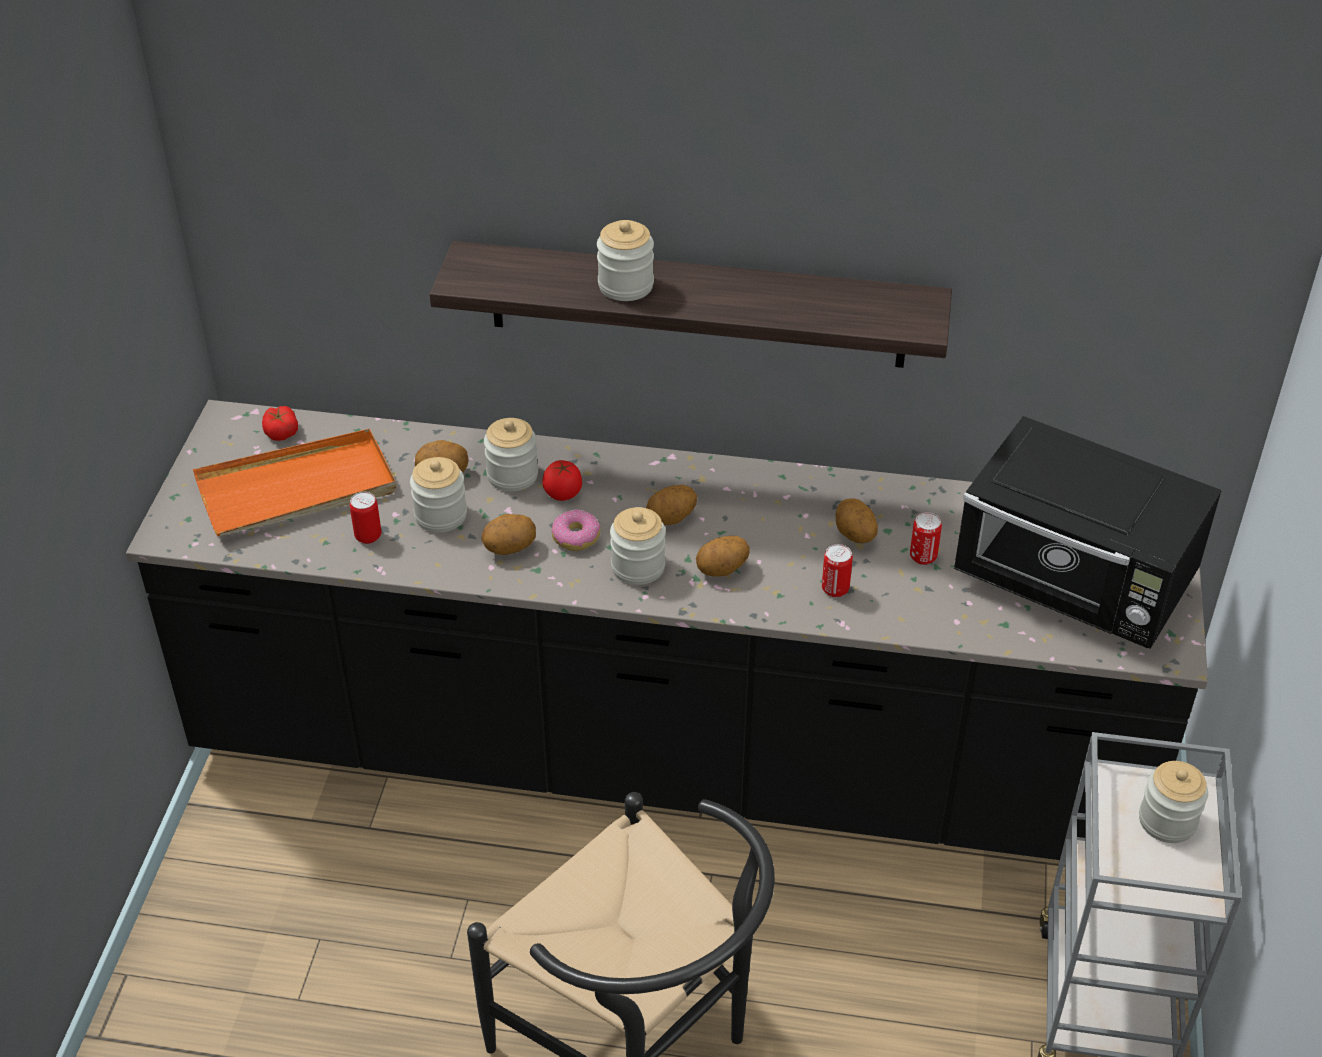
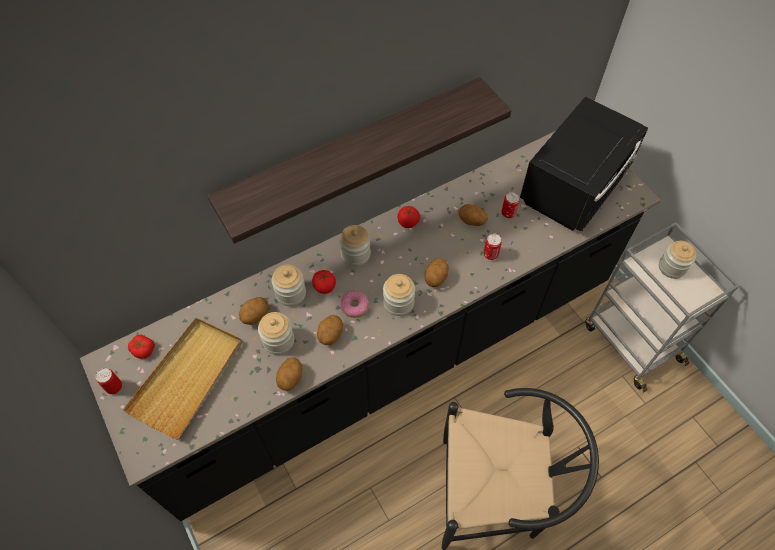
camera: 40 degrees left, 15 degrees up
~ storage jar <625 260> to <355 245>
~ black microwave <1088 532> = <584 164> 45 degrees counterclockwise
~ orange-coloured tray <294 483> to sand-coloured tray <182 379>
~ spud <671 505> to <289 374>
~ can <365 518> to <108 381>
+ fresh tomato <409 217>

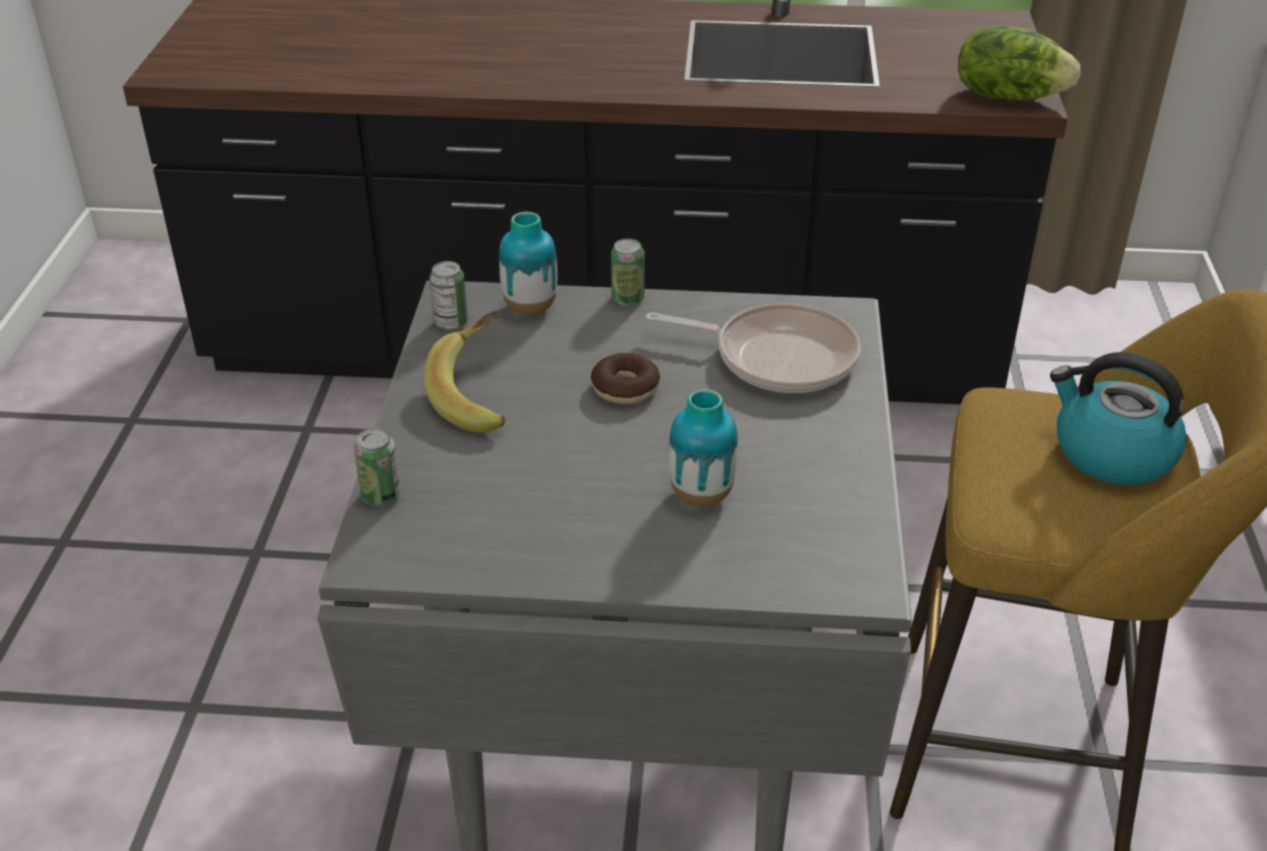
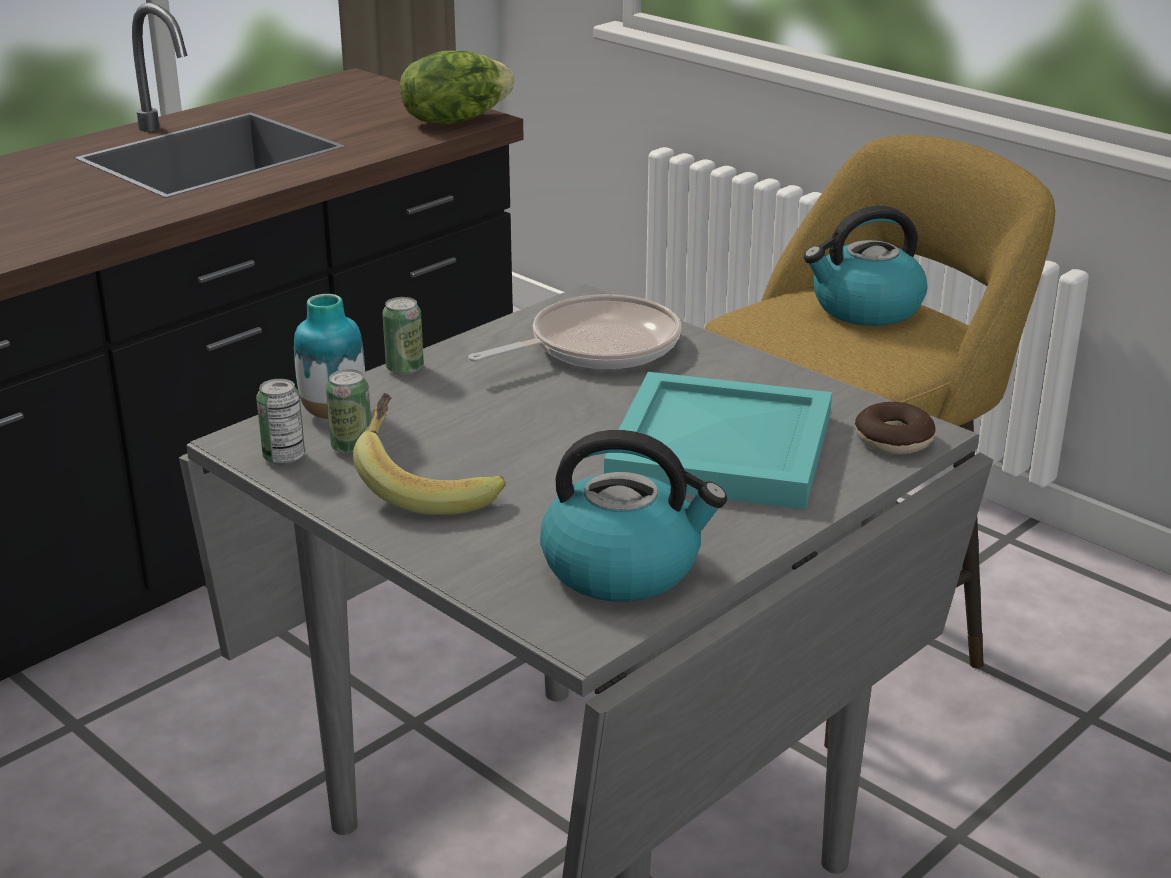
camera: 50 degrees left, 10 degrees down
~ donut <625 378> to <895 428>
~ vase <703 447> to turquoise tray <718 441>
~ can <377 467> to <348 412>
+ water kettle <633 516>

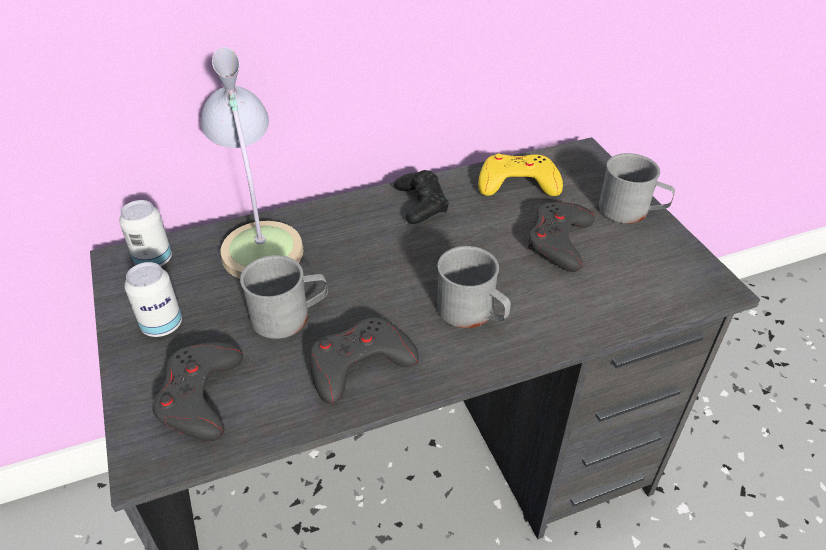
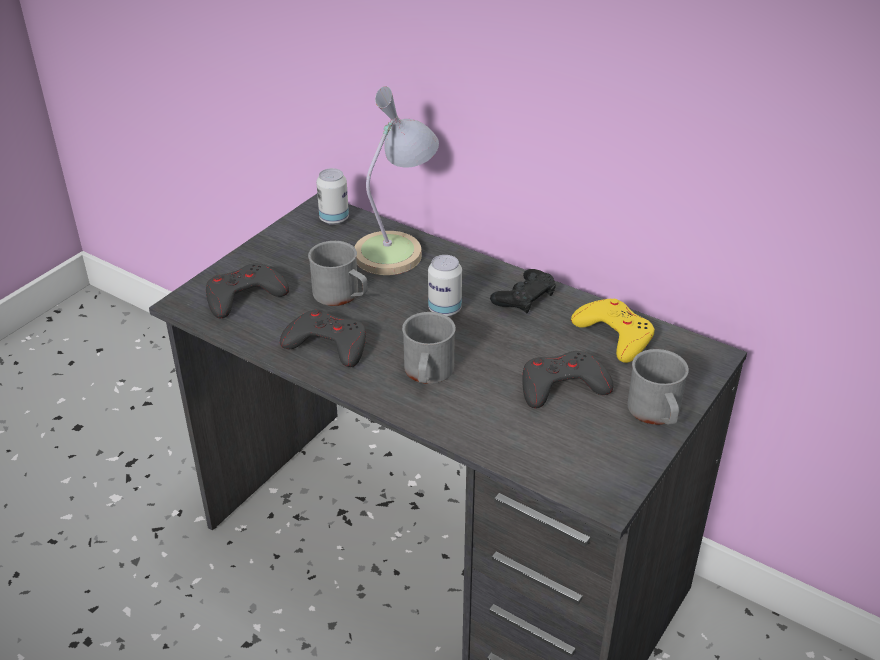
camera: 55 degrees right, 5 degrees down
~ can <153 299> to <445 286>

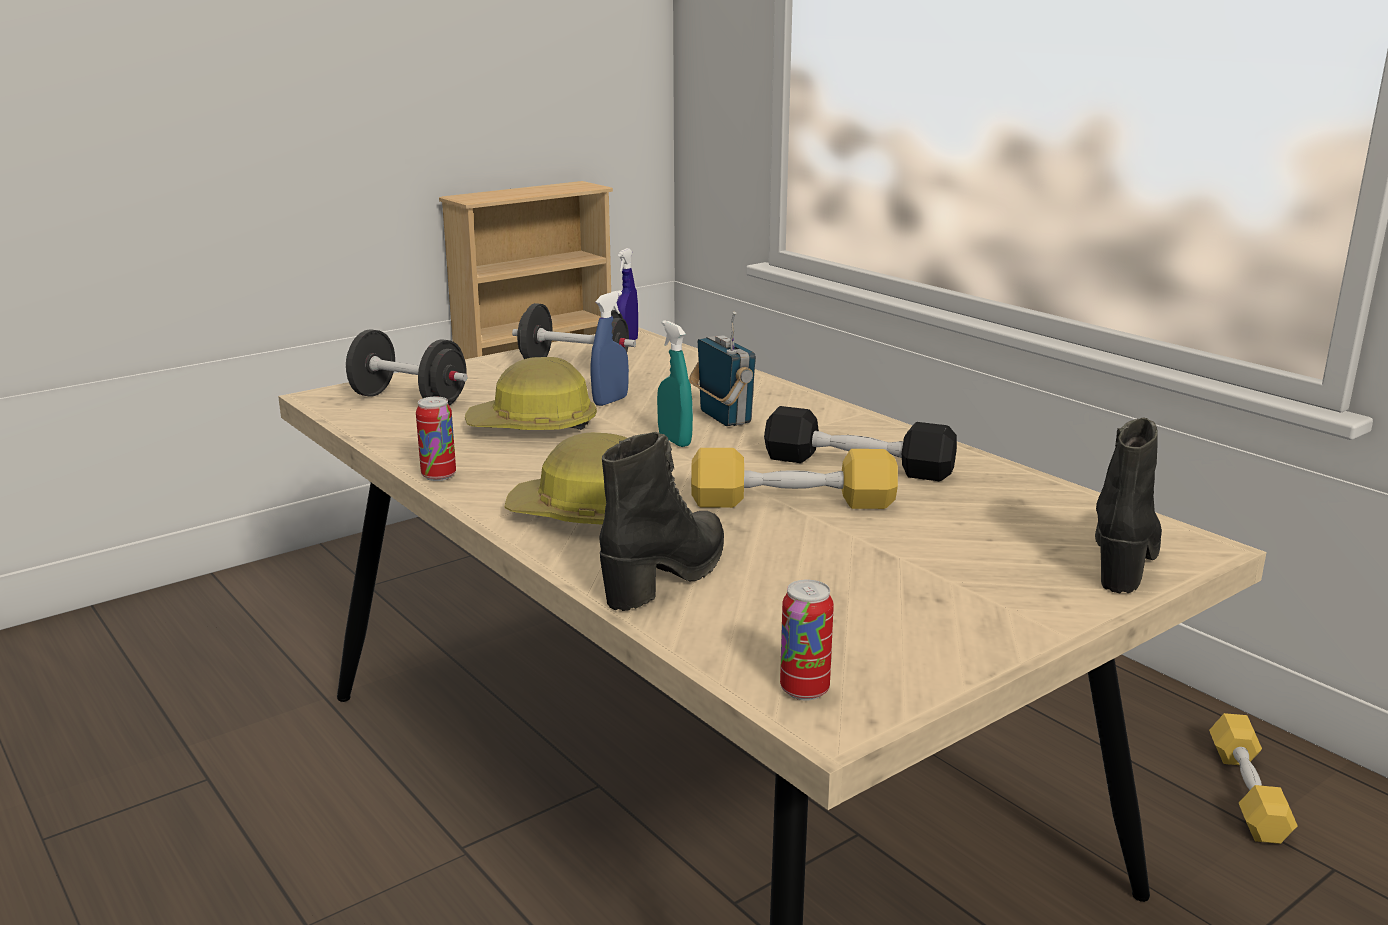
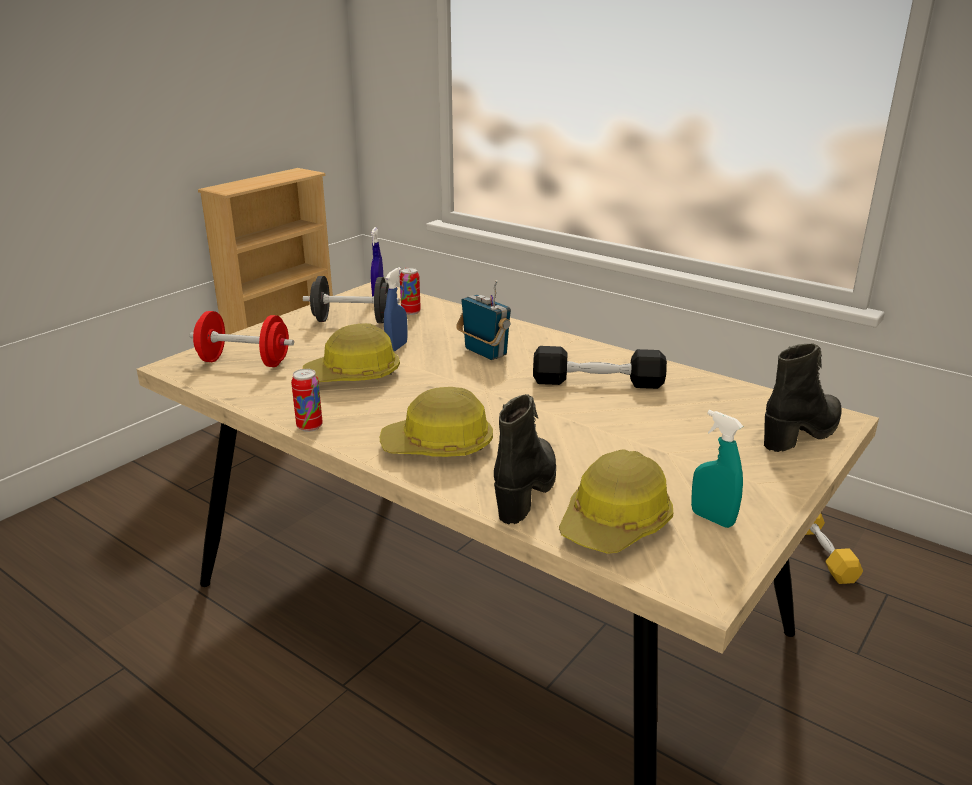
camera: 15 degrees left, 5 degrees up
~ turquoise spray bottle <675 383> to <717 469>
~ black free weight <407 367> to red free weight <242 339>
~ black boot <1128 505> = <803 397> 45 degrees clockwise
- yellow-coloured free weight <794 478>
~ can <807 640> to <410 291>
+ hard hat <616 501>

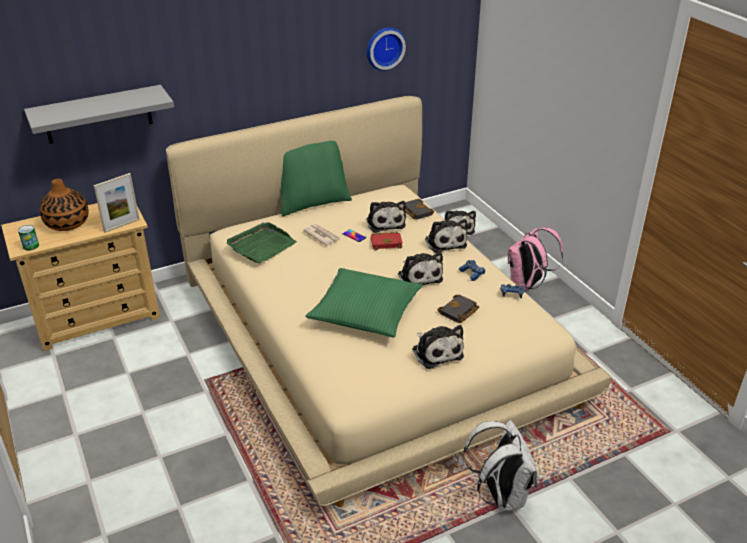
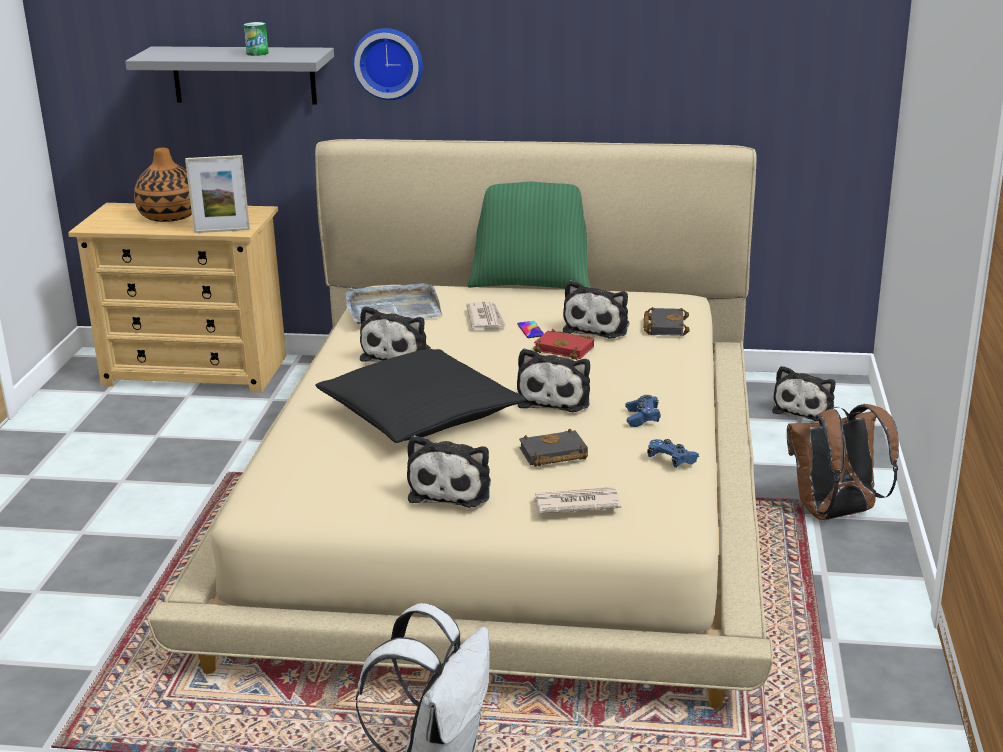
camera: 35 degrees right, 10 degrees down
~ clock on the wall <386 49> to <387 64>
~ soft toy <446 236> to <395 334>
~ green-coloured tray <262 243> to gray tray <394 303>
~ can <28 238> to <256 39>
~ pink-coloured backpack <535 259> to brownish backpack <843 462>
~ green-coloured cushion <363 302> to black cushion <421 396>
+ newspaper <576 500>

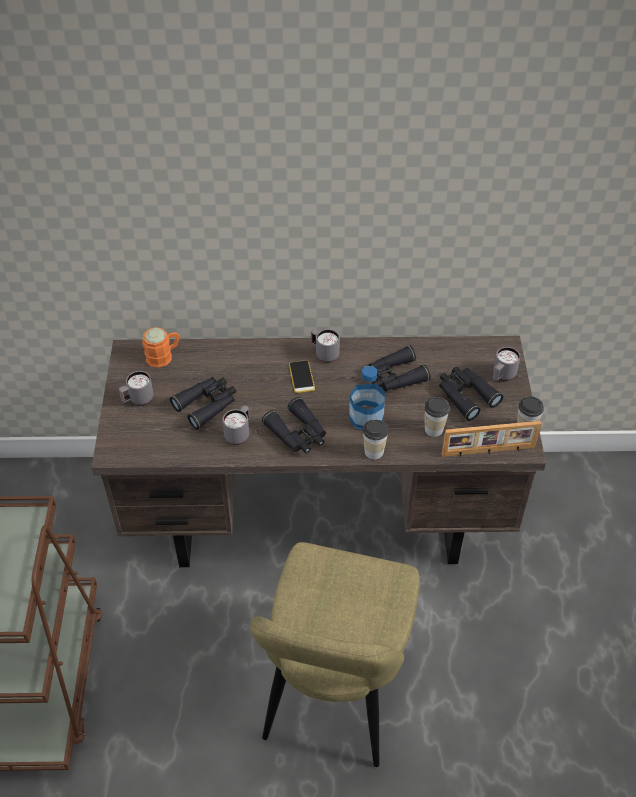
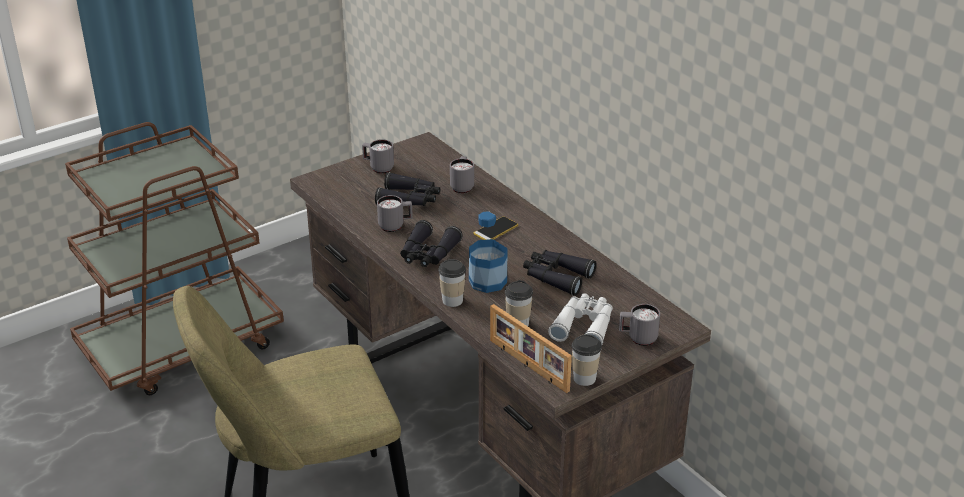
camera: 55 degrees right, 15 degrees down
- orange-coloured tea mug <161 347>
~ gray tea mug <325 346> to <462 174>
~ black field glasses <471 393> to whitish field glasses <580 319>

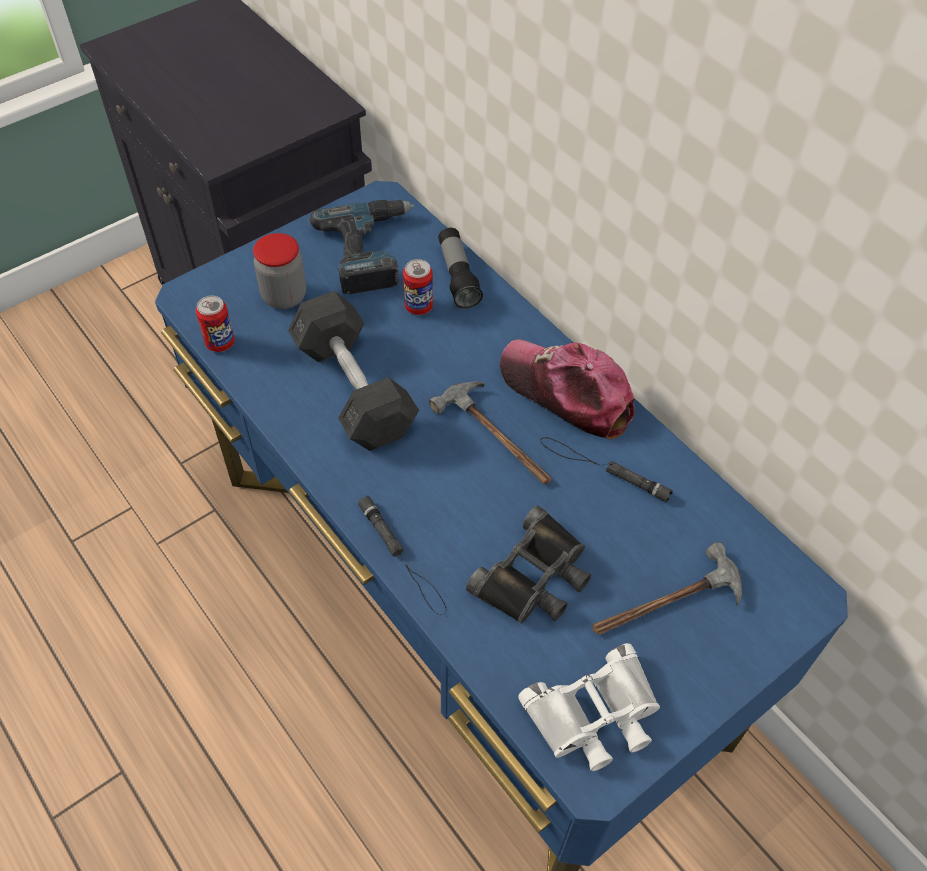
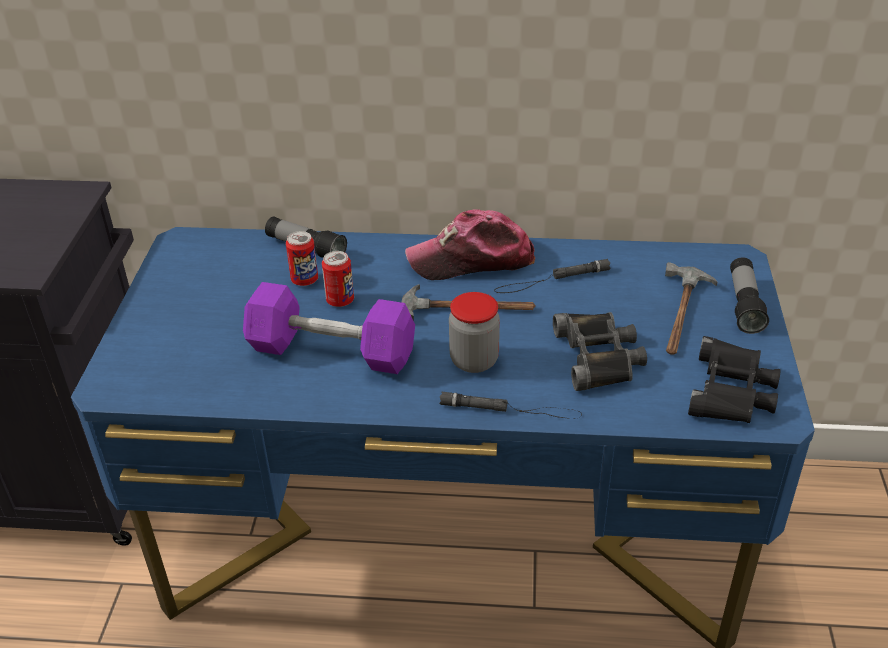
camera: 45 degrees left, 15 degrees down
- electric drill <362 247>
~ storage jar <279 271> to <474 332>
~ gray free weight <353 371> to purple-coloured free weight <329 328>
~ can <215 324> to <338 279>
~ whitish field glasses <589 707> to black field glasses <734 379>
+ hand torch <749 295>

